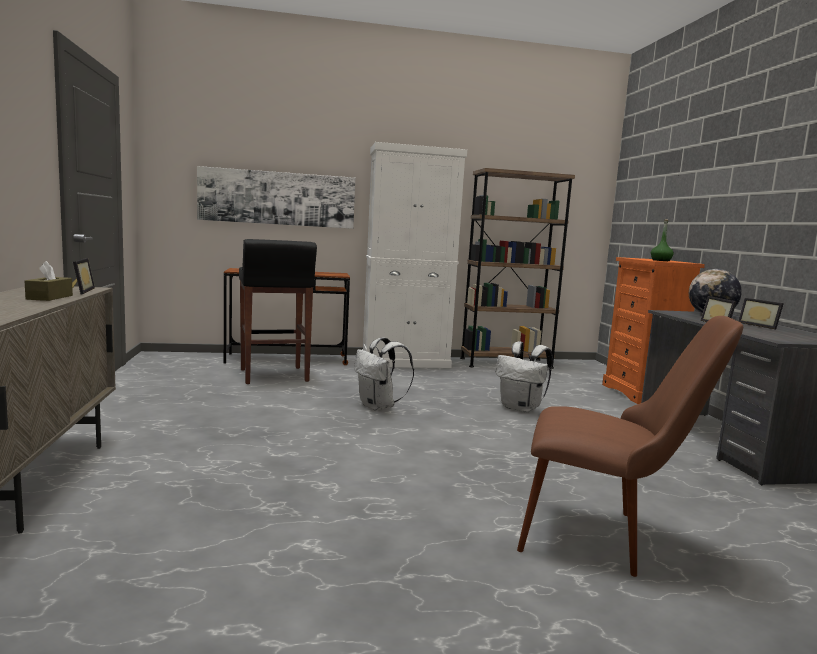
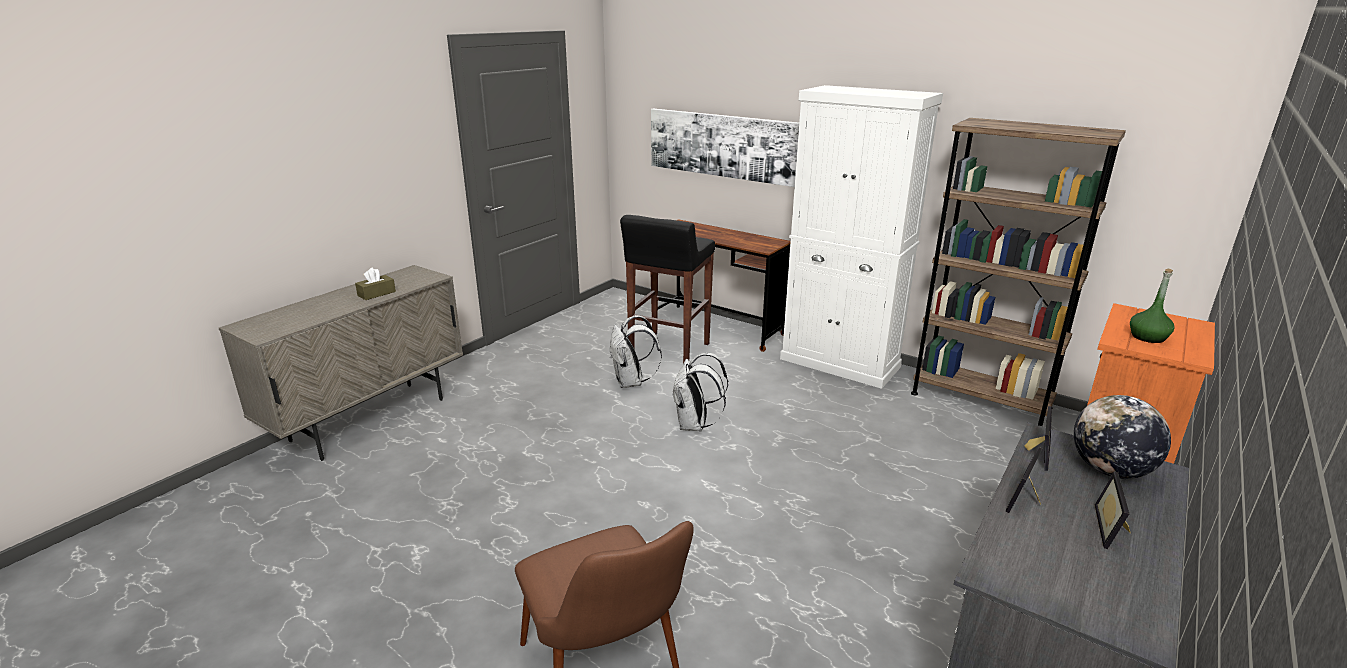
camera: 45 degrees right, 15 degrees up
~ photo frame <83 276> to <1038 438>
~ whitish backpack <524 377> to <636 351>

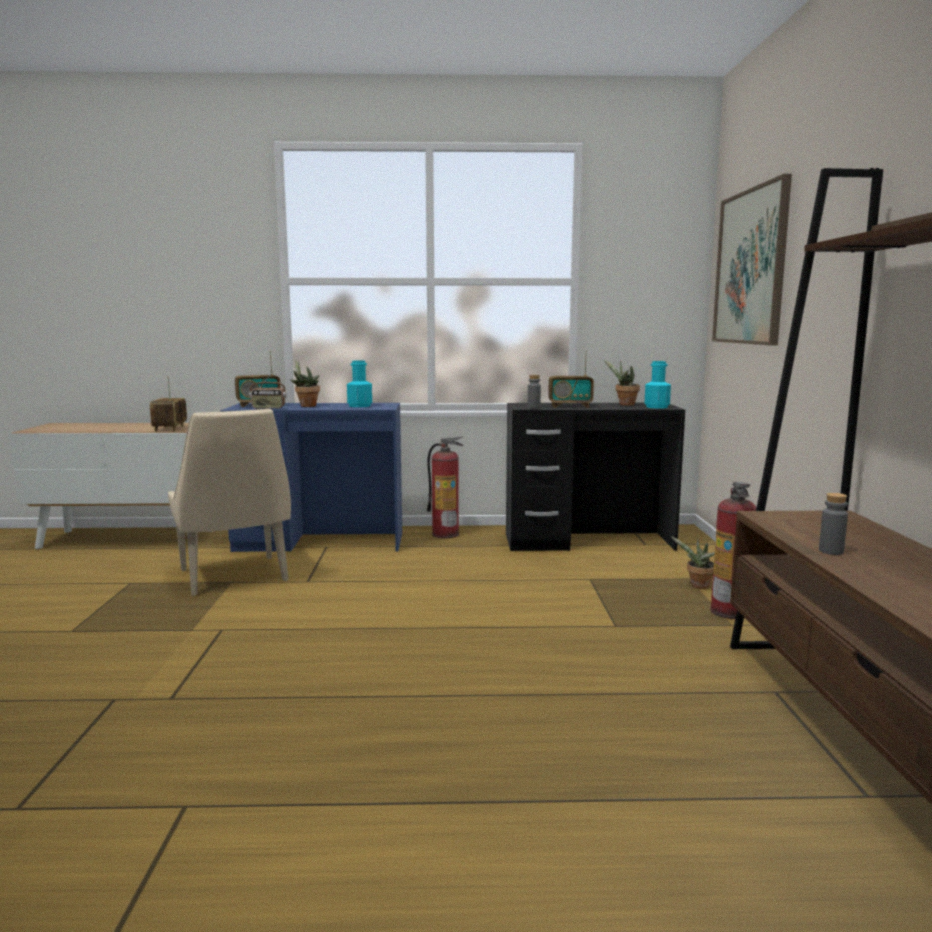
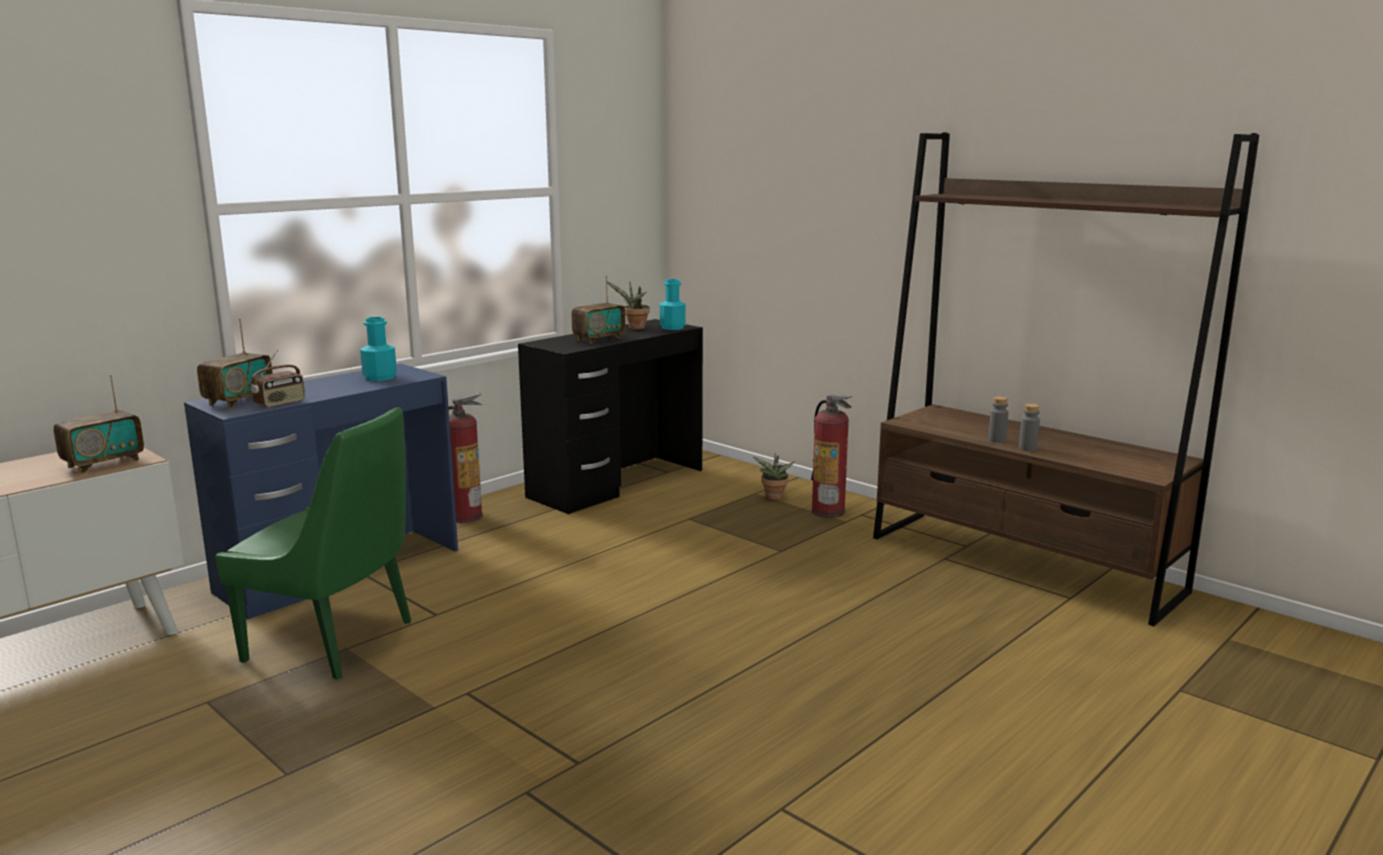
camera: 45 degrees left, 5 degrees up
- wall picture <752 259>
- potted plant <305 383>
~ gray beverage bottle <534 392> to <1029 427>
~ radio receiver <168 404> = <98 424> 90 degrees counterclockwise
~ sand-coloured upright chair <229 502> to green-coloured upright chair <313 543>

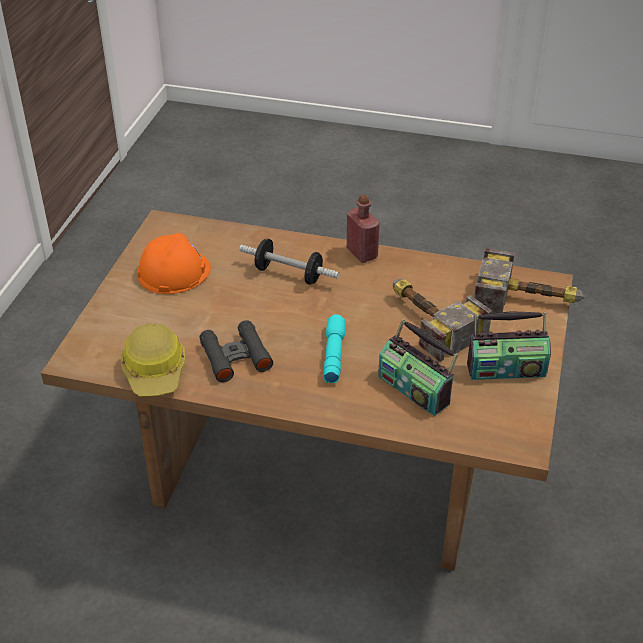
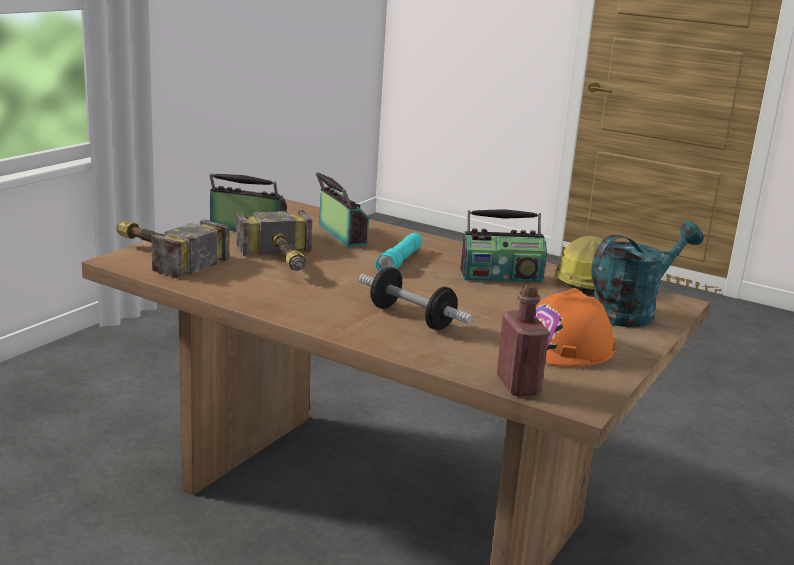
camera: 165 degrees left, 20 degrees down
~ red beverage bottle <363 228> to <523 340>
~ black field glasses <236 351> to radio receiver <503 246>
+ turquoise sprinkling can <647 274>

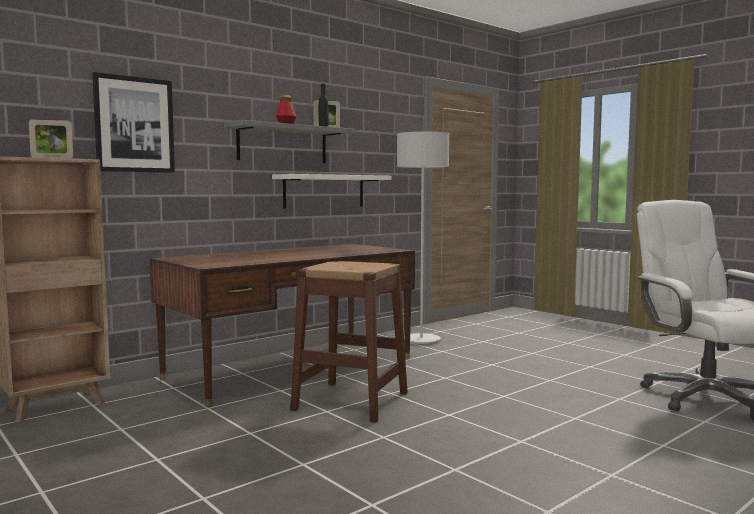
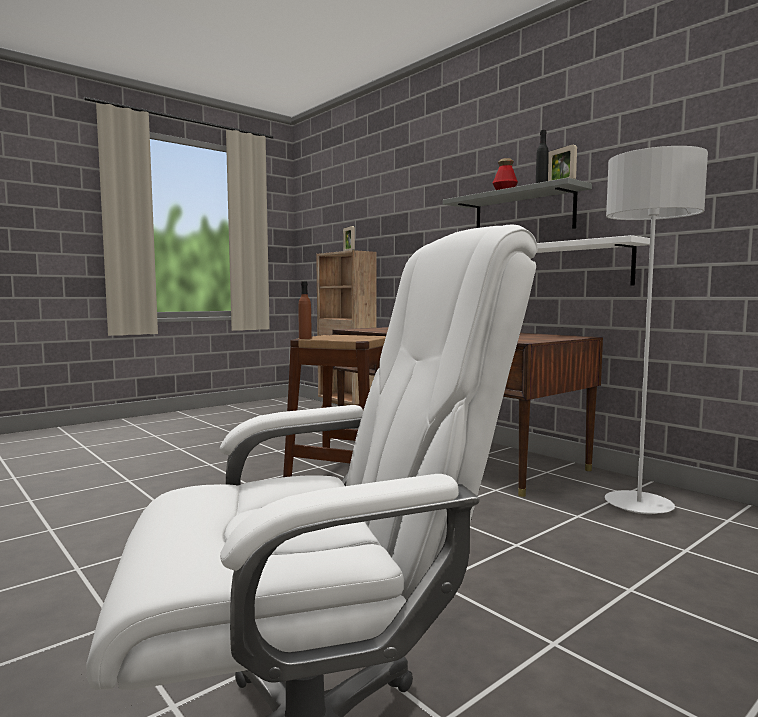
camera: 90 degrees right, 0 degrees up
- wall picture <133 122>
+ brownish beverage bottle <305 310>

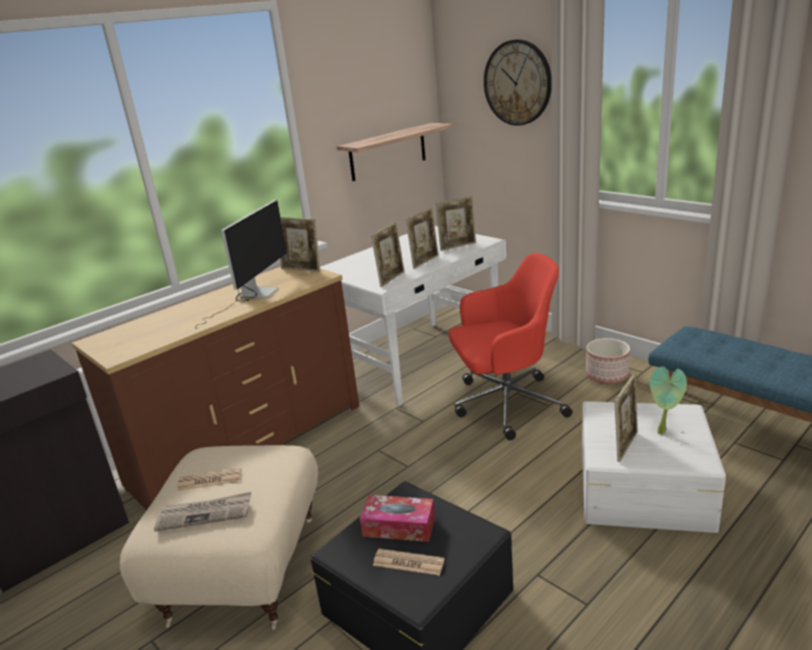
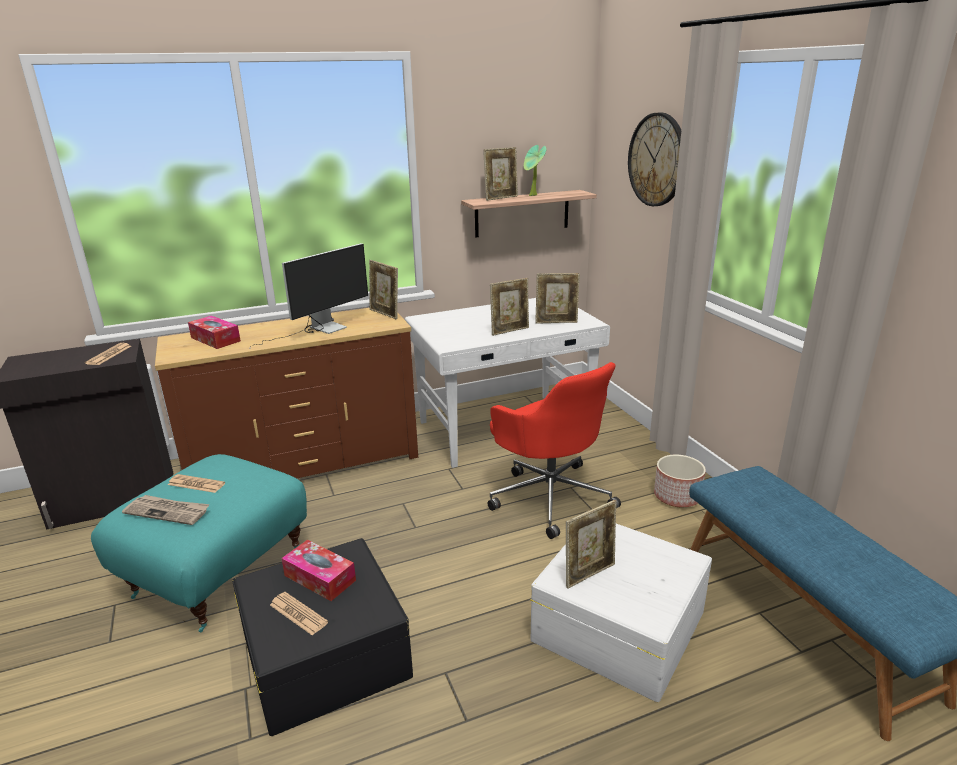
camera: 20 degrees right, 0 degrees up
~ photo frame <388 254> to <500 174>
~ red office chair <510 346> = <554 450> 45 degrees clockwise
~ potted plant <668 401> to <535 170>
~ sand-coloured ottoman <219 537> to turquoise ottoman <199 543>
+ box of tissues <214 332>
+ newspaper <108 354>

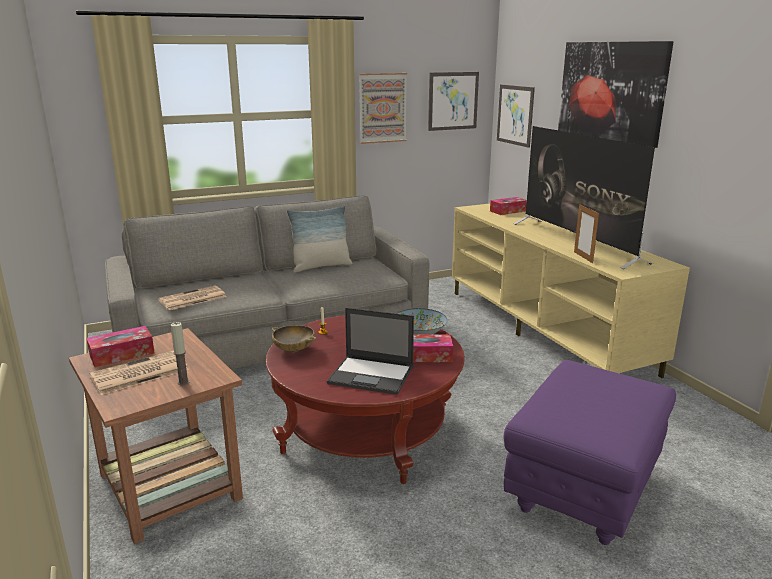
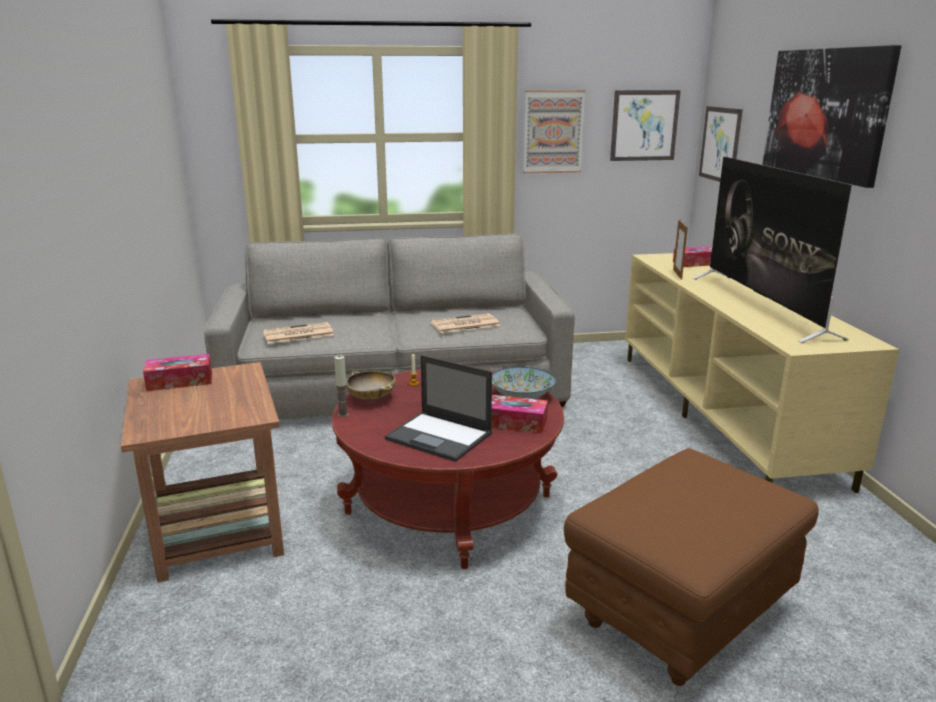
camera: 15 degrees right, 0 degrees up
~ photo frame <586 233> to <680 249>
- cushion <320 239>
~ candle <180 354> to <341 386>
~ newspaper <139 373> to <465 323>
~ purple-coloured ottoman <590 452> to brownish ottoman <691 567>

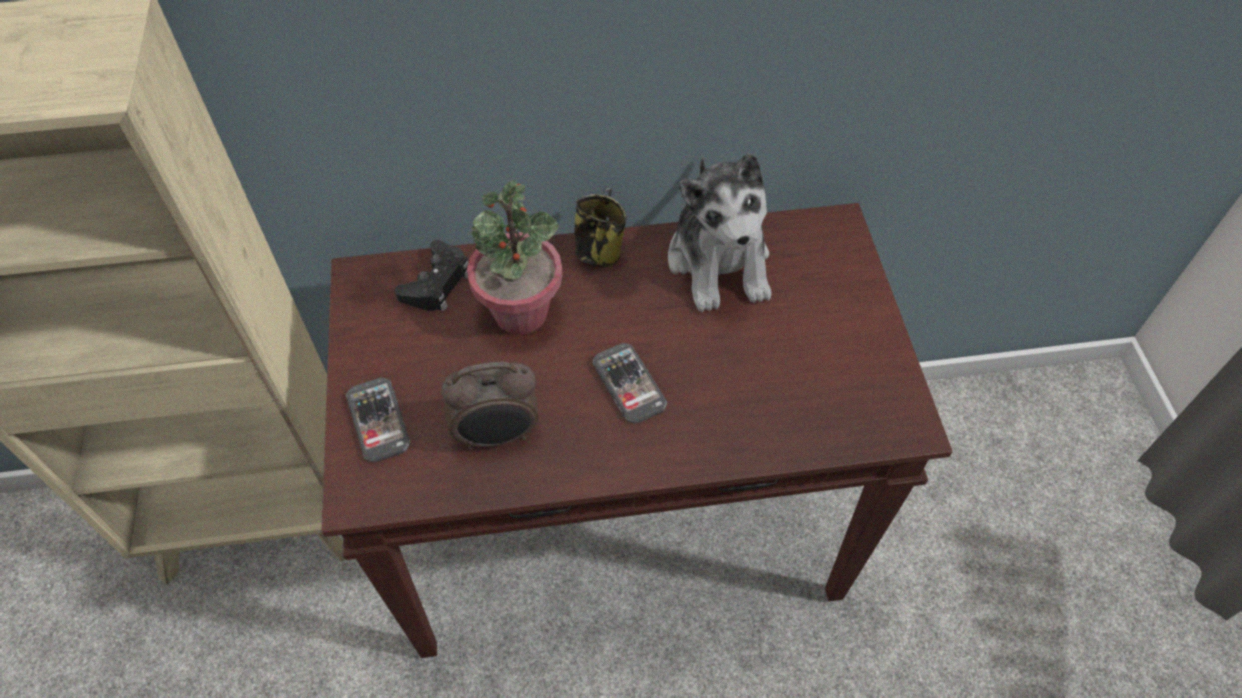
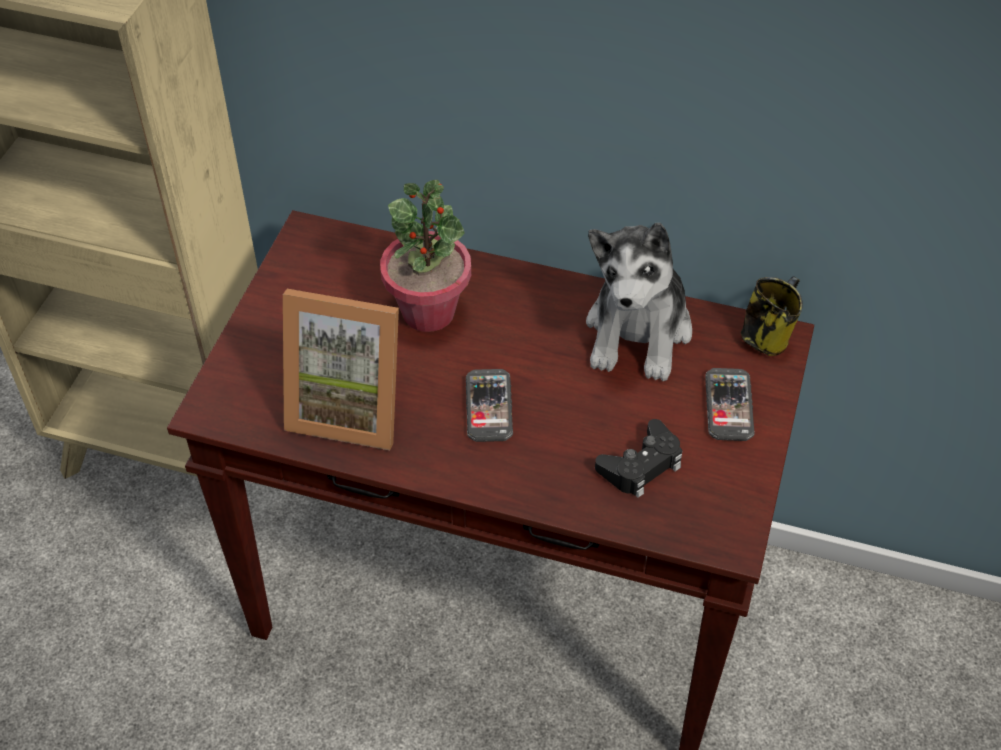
camera: 25 degrees right, 5 degrees down
~ tea mug <600 227> to <772 316>
~ black joypad <431 275> to <638 458>
~ bedside clock <489 406> to photo frame <341 369>
~ telephone <378 420> to <730 404>

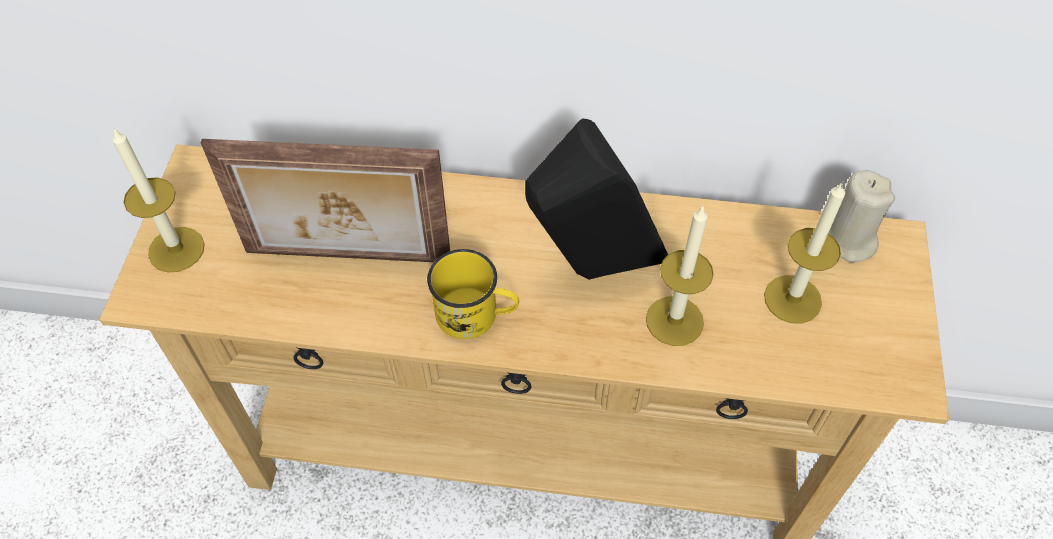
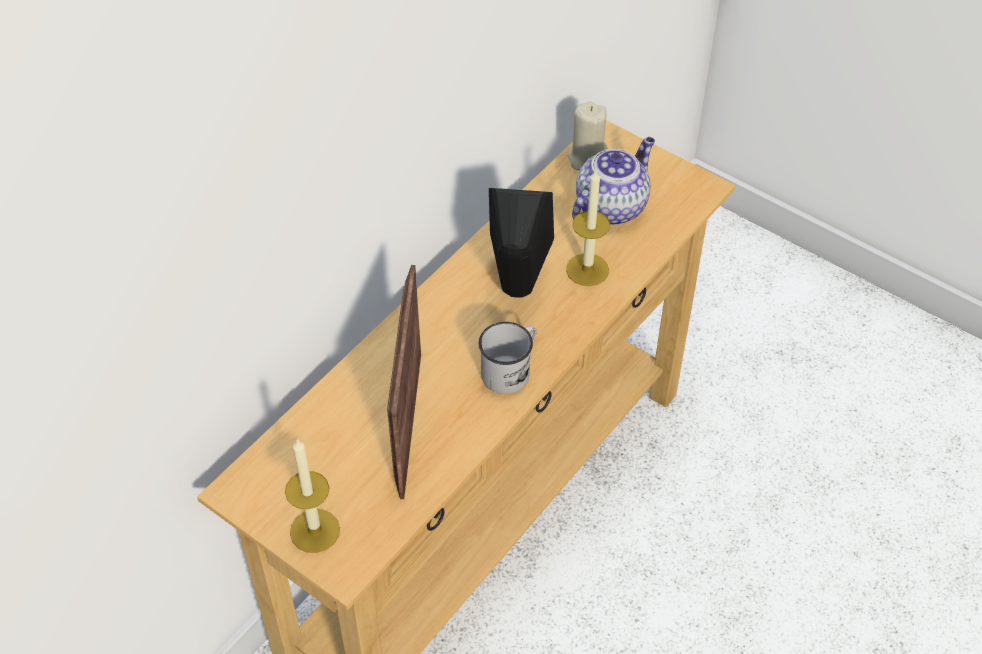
camera: 60 degrees left, 5 degrees down
~ photo frame <325 200> = <404 382> 150 degrees clockwise
~ candle <804 252> to teapot <613 181>
~ yellow-coloured tea mug <473 294> to whitish tea mug <508 358>

